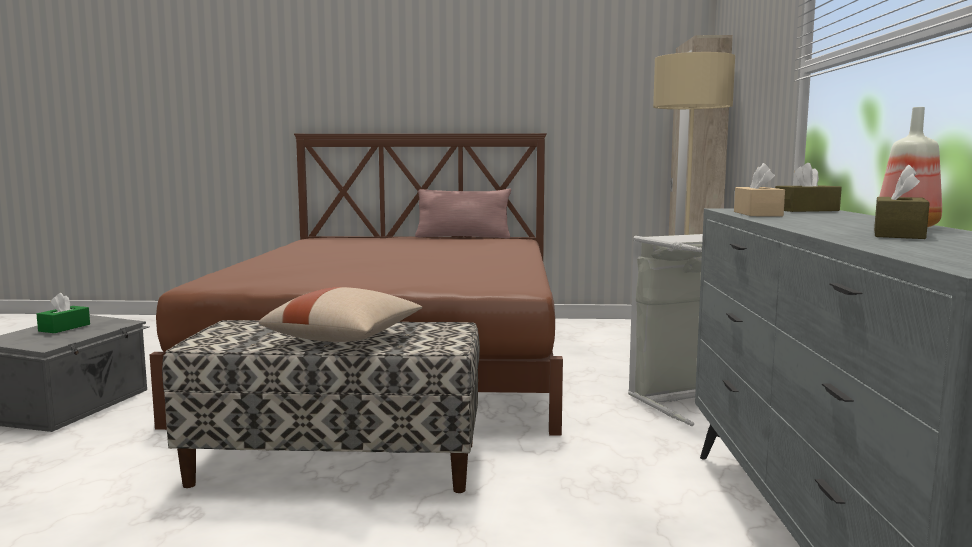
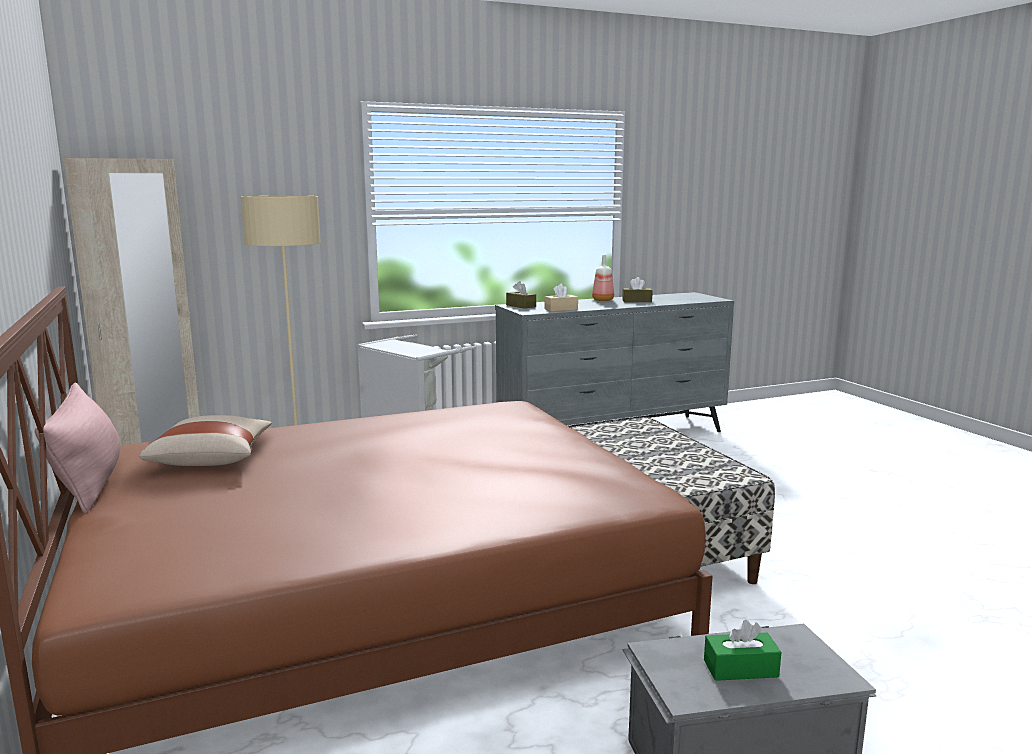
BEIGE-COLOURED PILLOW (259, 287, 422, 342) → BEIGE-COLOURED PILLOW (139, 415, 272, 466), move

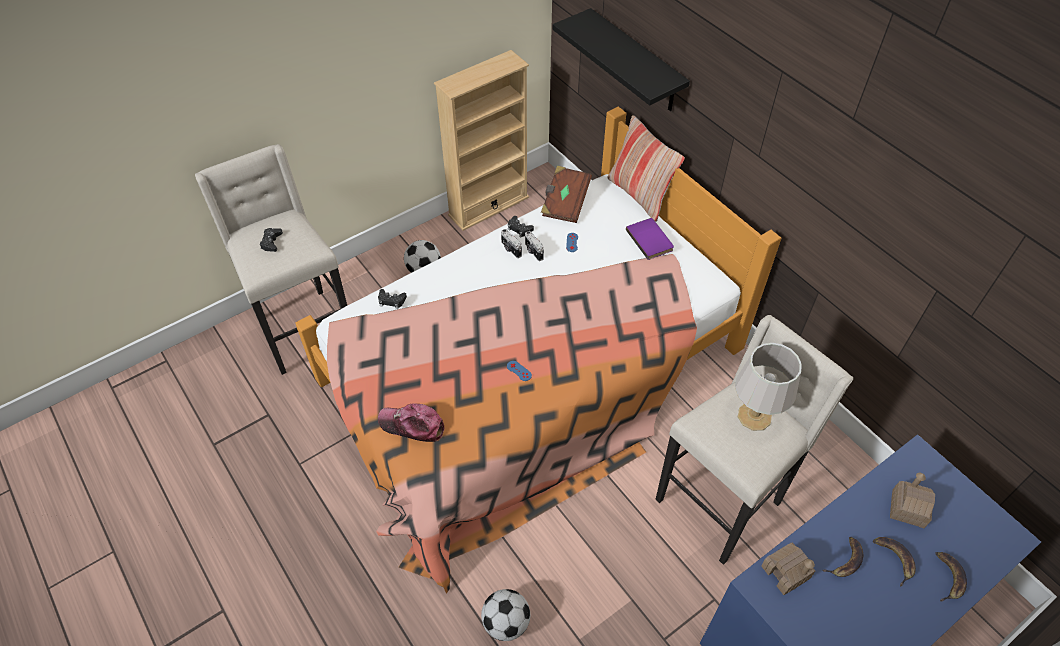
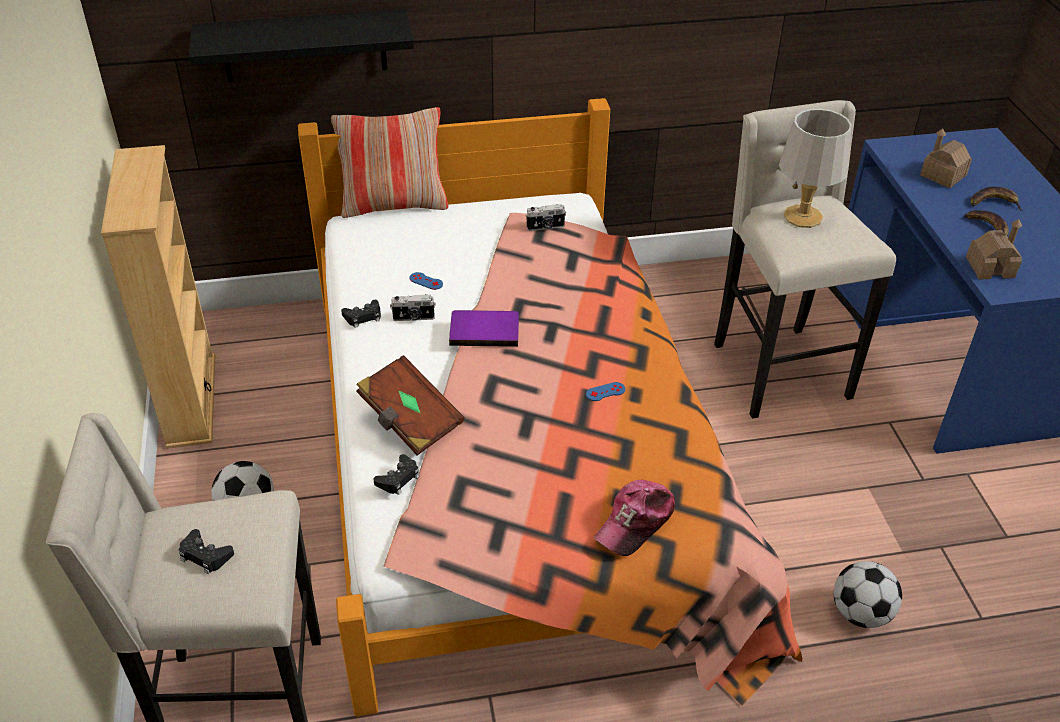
BROWN-COLOURED BOUND BOOK (541, 166, 592, 223) → BROWN-COLOURED BOUND BOOK (356, 355, 465, 455), move
PURPLISH BOUND BOOK (626, 218, 674, 260) → PURPLISH BOUND BOOK (449, 310, 519, 347), move
STILL CAMERA (501, 229, 522, 258) → STILL CAMERA (526, 204, 566, 231), move
BANANA (935, 552, 967, 601) → -

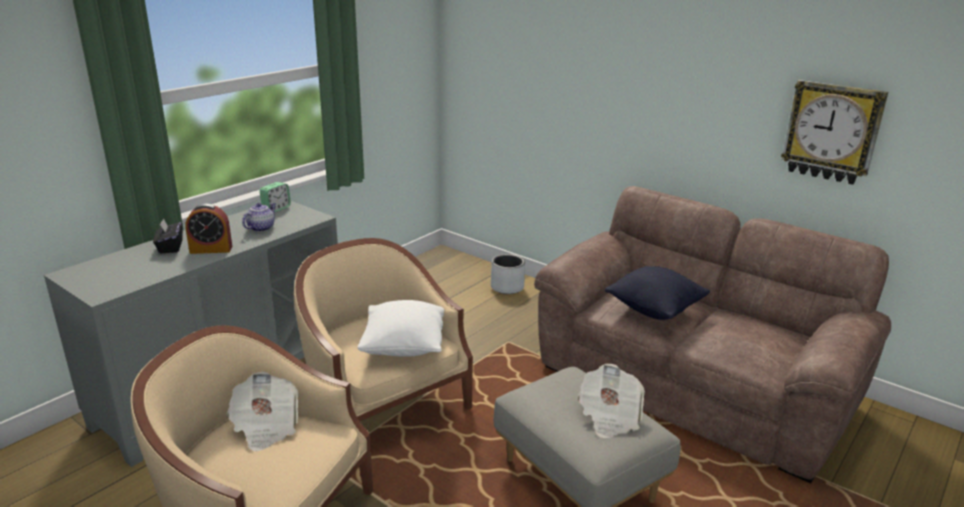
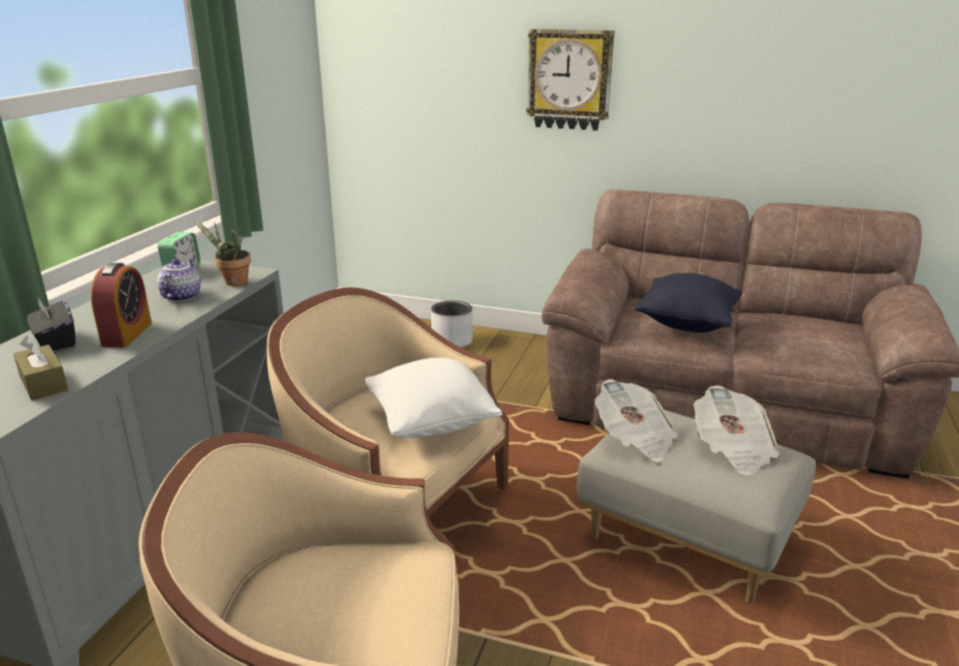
HANGING CLOCK (781, 80, 888, 185) → HANGING CLOCK (526, 29, 614, 131), move
TABLE CLOCK (185, 204, 232, 254) → TABLE CLOCK (91, 263, 152, 347), 60 degrees counterclockwise
PRINTED PAPER (227, 372, 299, 452) → PRINTED PAPER (595, 379, 678, 462), move
- → HOUSEPLANT (193, 218, 251, 286)
- → BROWN-COLOURED TISSUE BOX (13, 336, 68, 400)

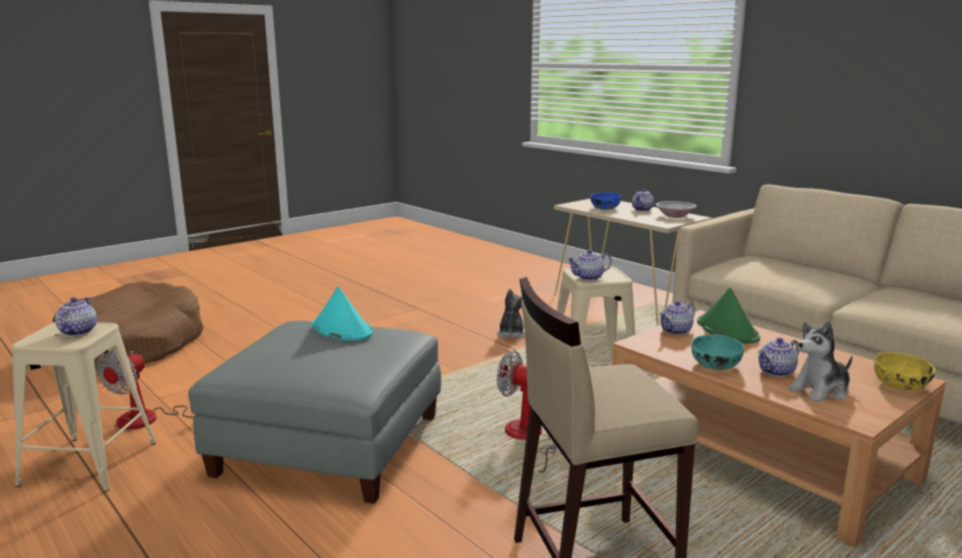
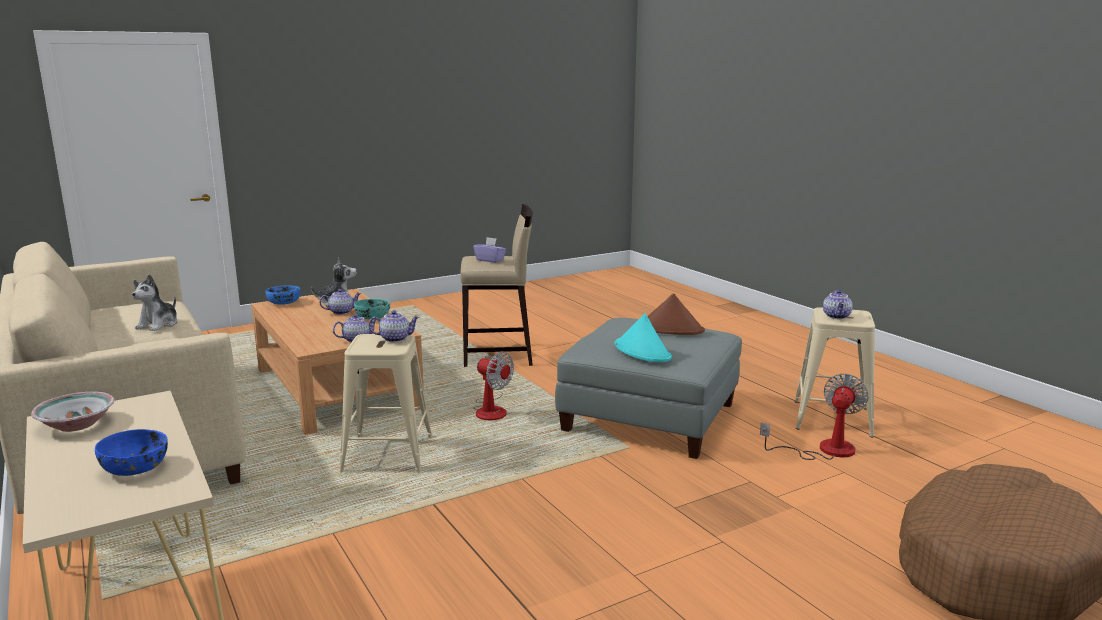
POT FOR TEA (632, 189, 654, 211) → -
GREENISH CLOTHING HAT (697, 288, 760, 344) → -
SOFT TOY (497, 289, 525, 339) → SOFT TOY (132, 274, 178, 331), move
YELLOW SERVING BOWL (874, 352, 935, 391) → BLUISH SERVING BOWL (265, 285, 300, 305)
- → PURPLISH TISSUE BOX (473, 237, 506, 263)
- → BROWN-COLOURED CLOTHING HAT (647, 293, 705, 335)

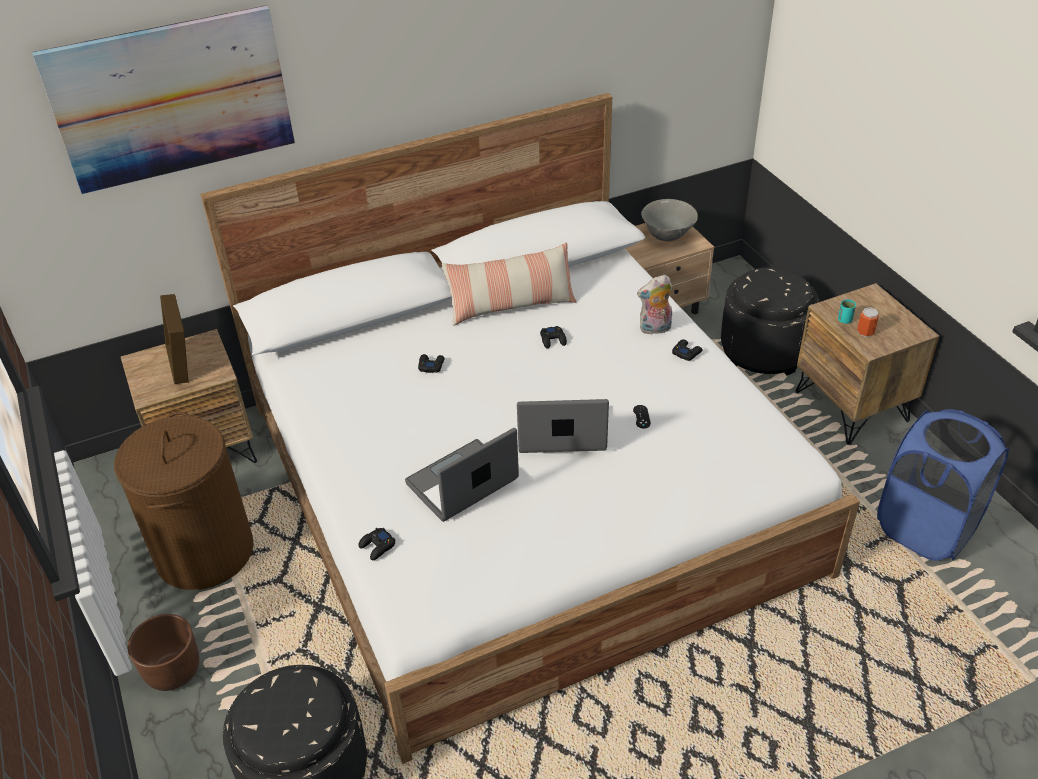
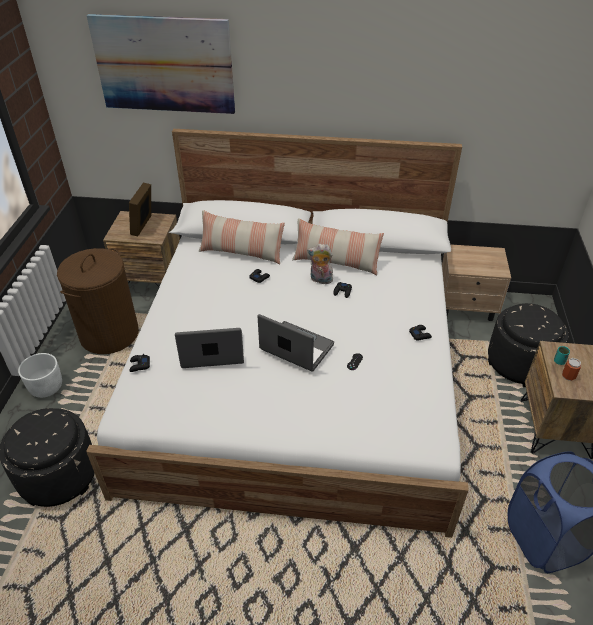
GREY SERVING BOWL (641, 199, 698, 241) → -
SOFT TOY (637, 275, 672, 335) → SOFT TOY (307, 244, 333, 284), move
BROWN-COLOURED PLANT POT (127, 614, 199, 691) → WHITE-COLOURED PLANT POT (18, 353, 62, 398)
- → PILLOW (199, 210, 285, 264)

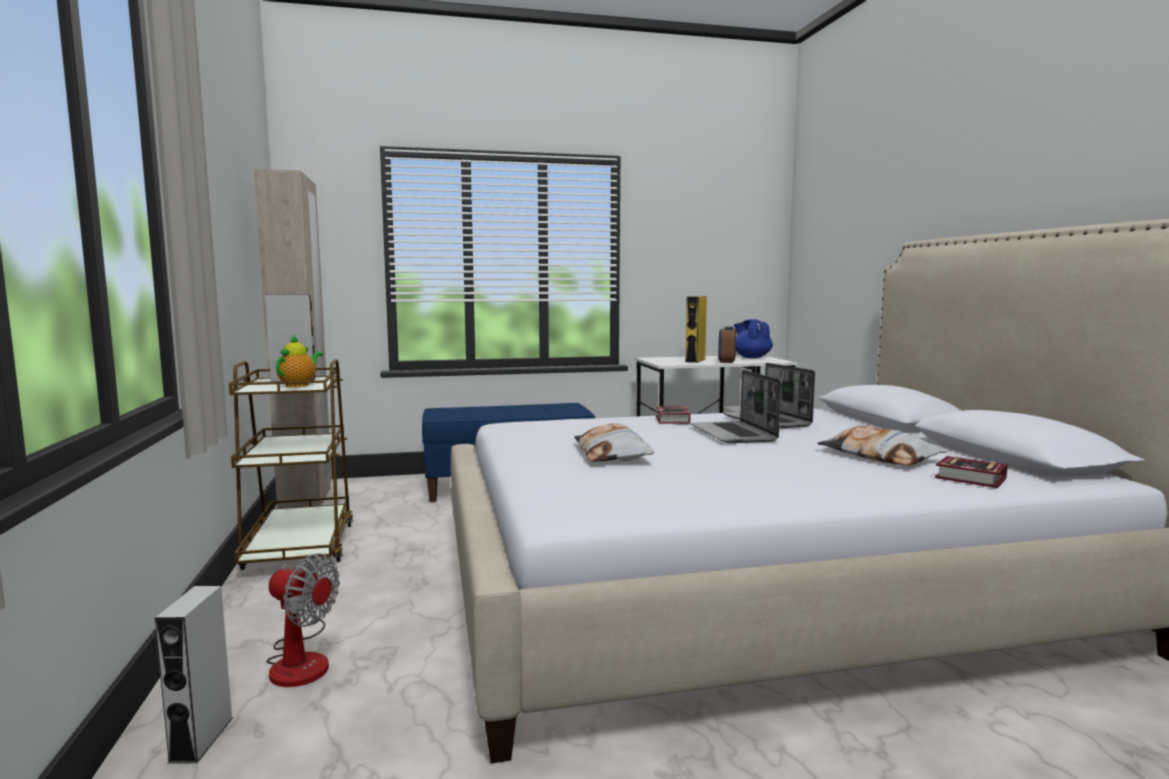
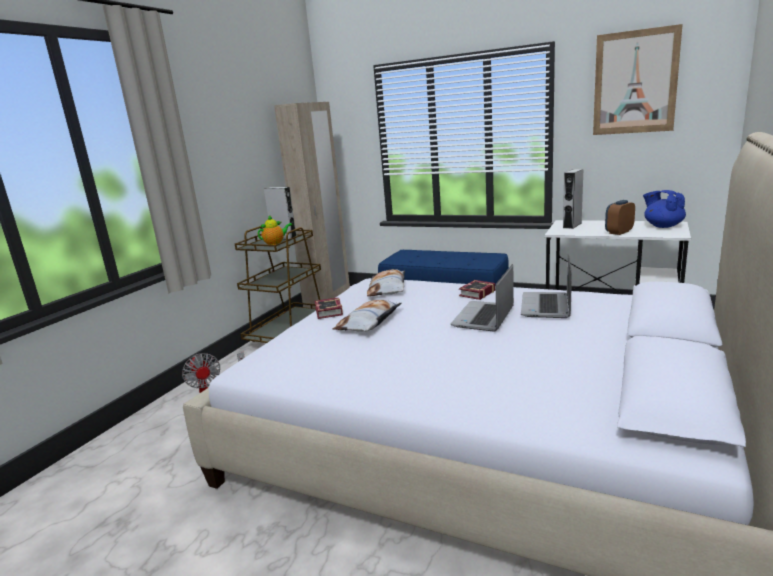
YELLOW LOUDSPEAKER (685, 296, 707, 363) → -
BLUISH POT FOR TEA (734, 319, 773, 358) → BLUISH POT FOR TEA (643, 190, 686, 228), 45 degrees counterclockwise
PILLOW (817, 426, 948, 466) → PILLOW (367, 269, 405, 296), move
BOUND BOOK (935, 456, 1008, 488) → BOUND BOOK (315, 298, 343, 319), move
GREY LOUDSPEAKER (155, 586, 233, 764) → GREY LOUDSPEAKER (563, 169, 583, 229), move
- → WALL ART (593, 24, 683, 135)

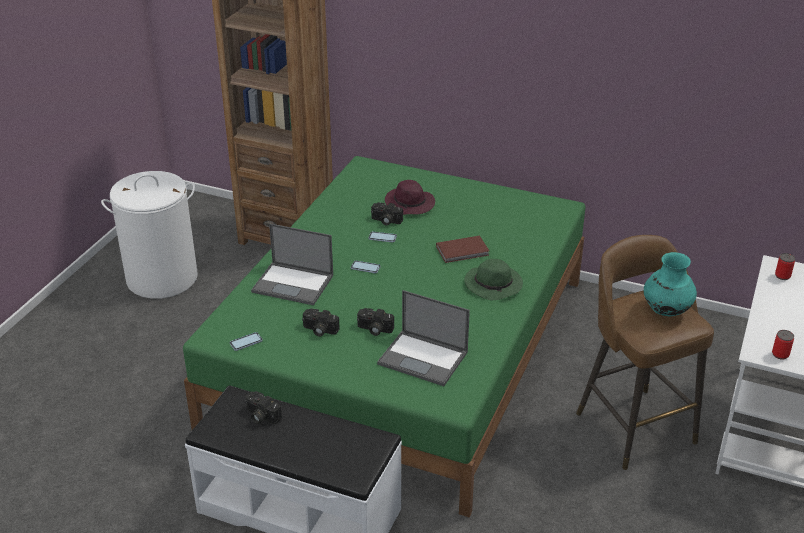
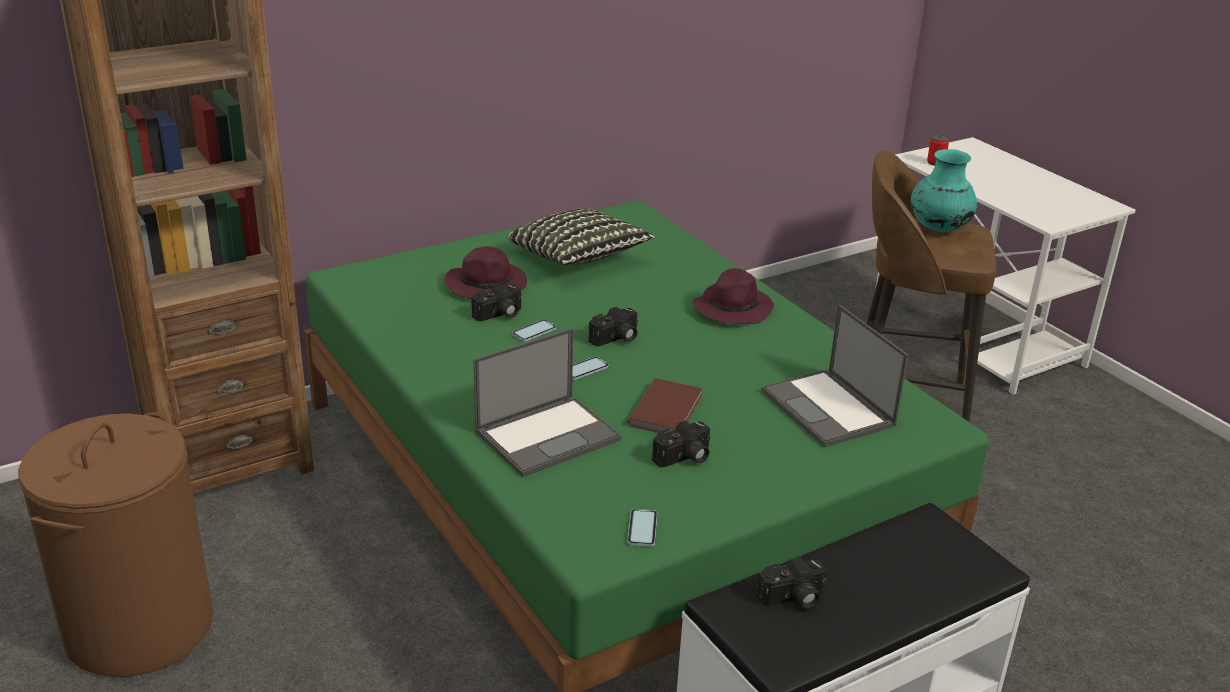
WHITE-COLOURED HAMPER (101, 171, 198, 299) → BROWN-COLOURED HAMPER (18, 412, 214, 677)
BROWN-COLOURED BOUND BOOK (436, 235, 489, 263) → BROWN-COLOURED BOUND BOOK (628, 378, 702, 433), move
GREENISH CLOTHING HAT (464, 259, 523, 300) → PURPLISH CLOTHING HAT (693, 268, 774, 324)
LAPTOP (377, 290, 470, 386) → LAPTOP (761, 304, 909, 447), 90 degrees clockwise
STILL CAMERA (357, 308, 394, 336) → STILL CAMERA (588, 307, 638, 346), move
METAL CAN (772, 330, 794, 360) → -
- → PILLOW (507, 208, 655, 265)

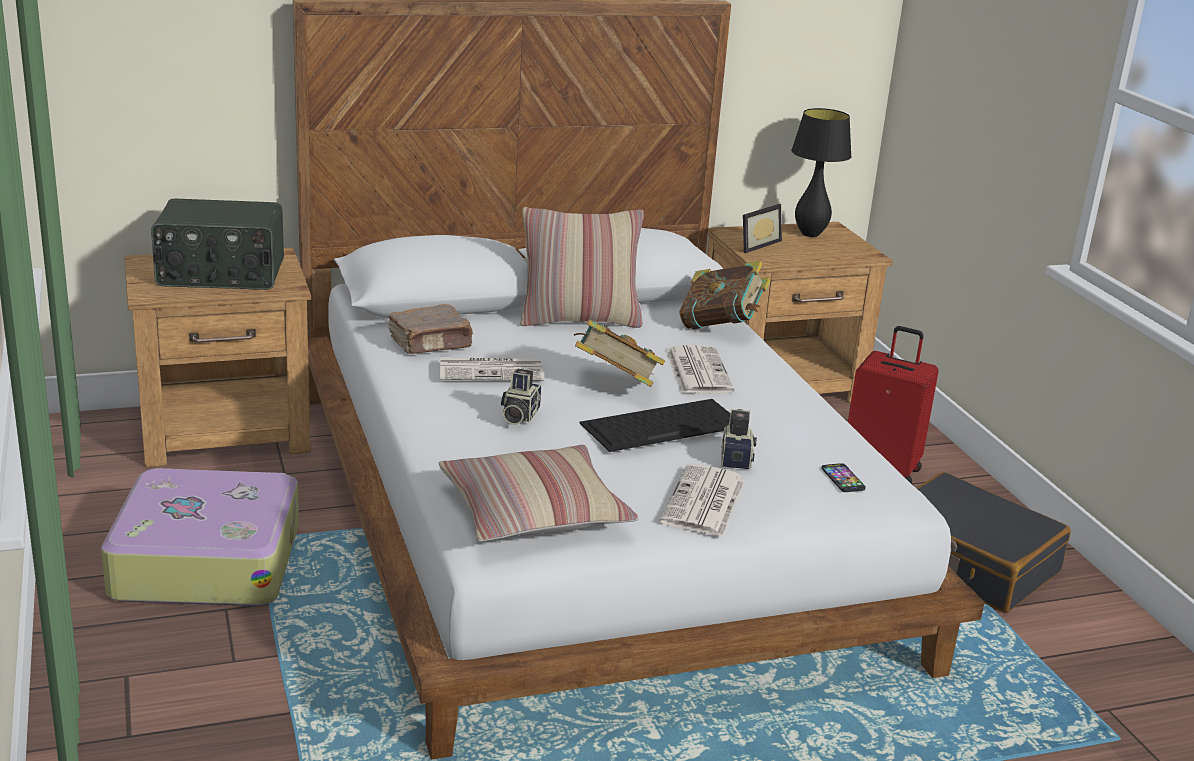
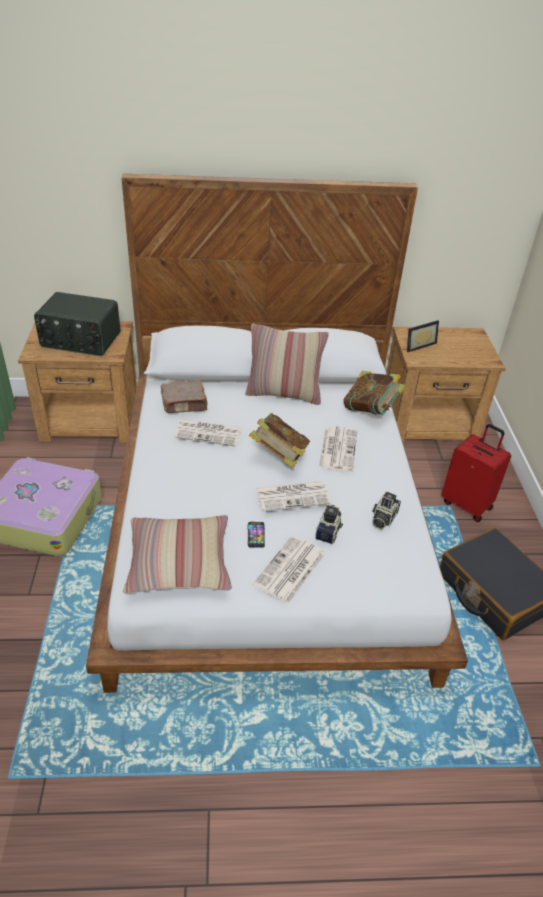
BLACK LAMP FOR A TABLE (791, 108, 852, 237) → -
STILL CAMERA (501, 369, 541, 425) → STILL CAMERA (372, 492, 401, 529), move
PC KEYBOARD (580, 399, 730, 452) → PRINTED PAPER (256, 481, 331, 512)
HANDSET (821, 463, 866, 492) → HANDSET (247, 522, 265, 548), move

